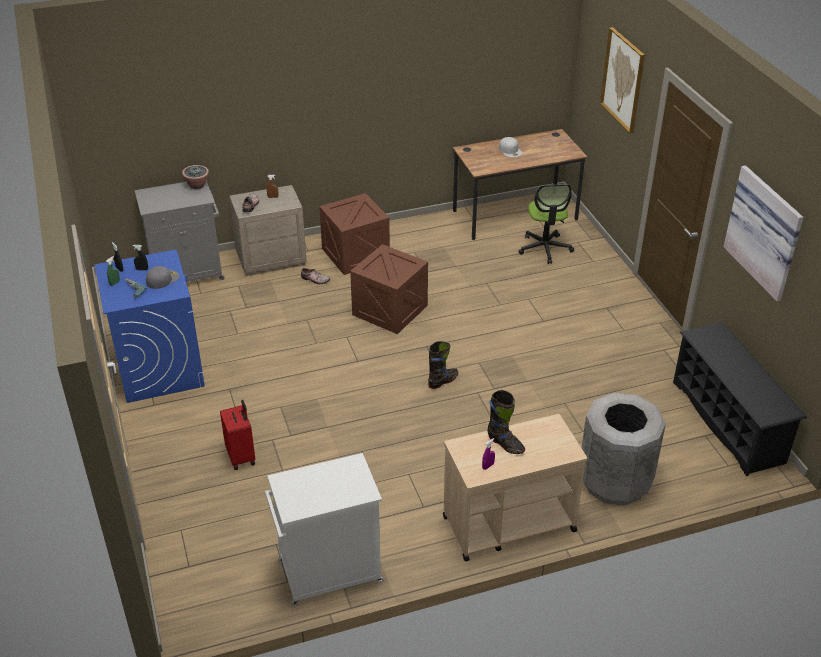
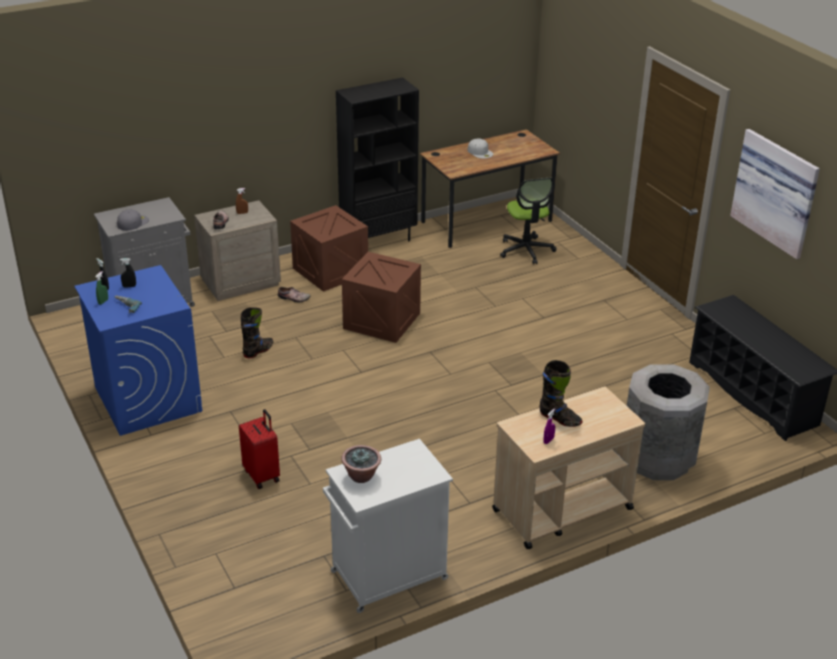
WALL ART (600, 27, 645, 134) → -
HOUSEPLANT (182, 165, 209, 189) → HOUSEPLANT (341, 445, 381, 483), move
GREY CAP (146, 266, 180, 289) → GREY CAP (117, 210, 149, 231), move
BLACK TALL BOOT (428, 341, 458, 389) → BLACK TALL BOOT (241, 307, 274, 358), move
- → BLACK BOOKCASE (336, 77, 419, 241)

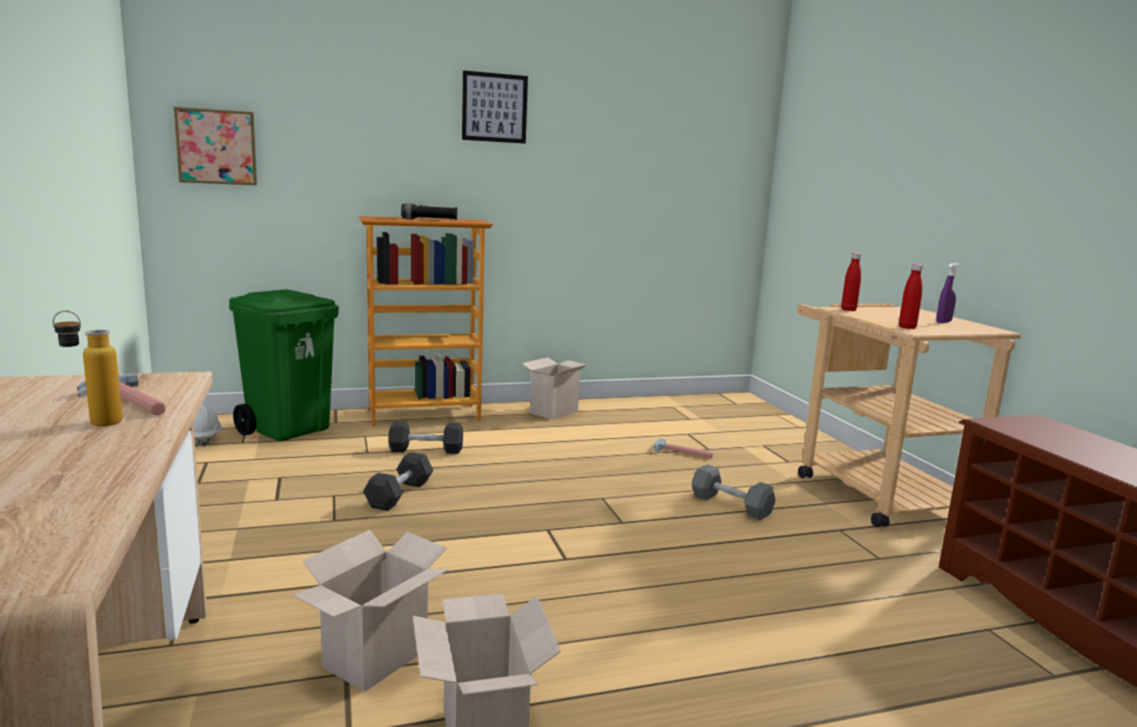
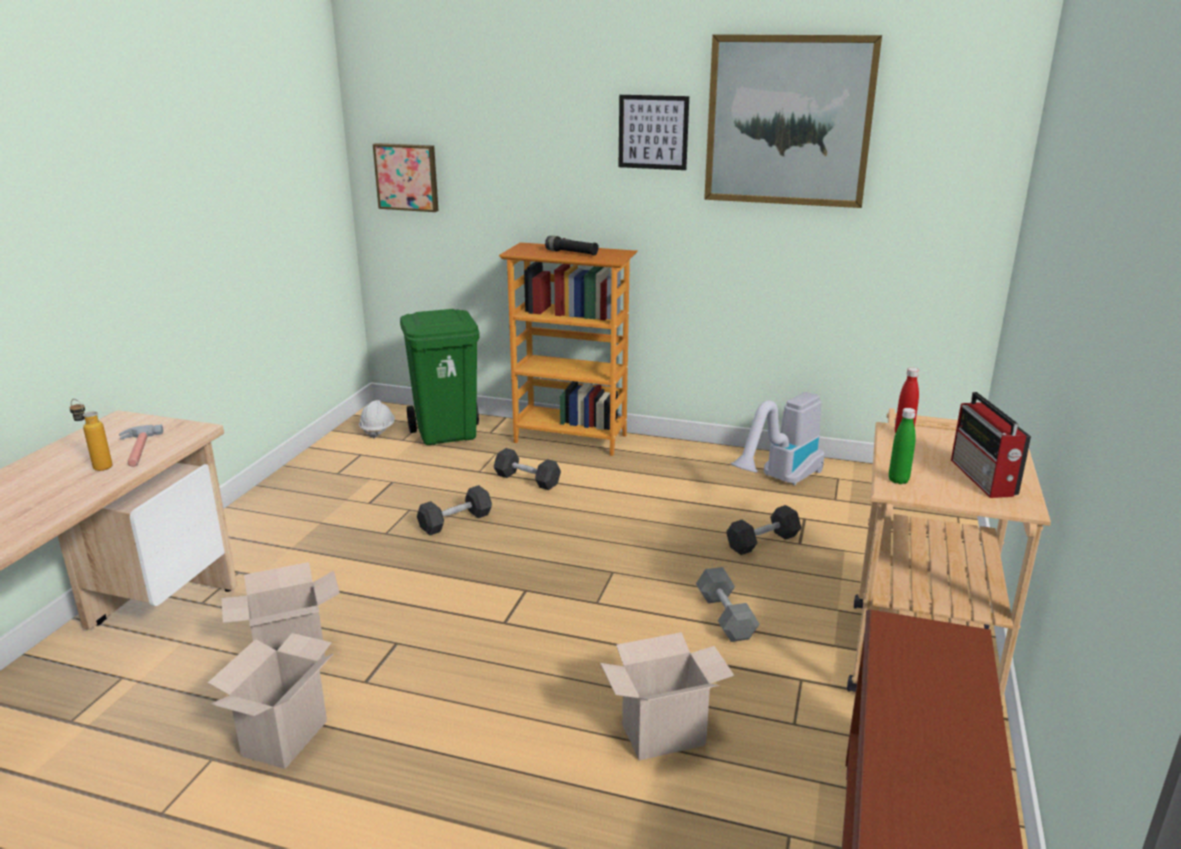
PURPLISH SPRAYER (936, 263, 959, 323) → RADIO SET (951, 392, 1031, 498)
RED-COLOURED DRINK BOTTLE (899, 264, 923, 329) → GREENISH DRINK BOTTLE (889, 408, 916, 484)
PACKING BOX (522, 357, 589, 420) → PACKING BOX (600, 632, 734, 760), move
TOOL HAMMER (654, 438, 713, 458) → BLACK DUMBBELL (726, 505, 802, 555)
- → WALL ART (704, 34, 882, 208)
- → VACUUM (731, 392, 825, 486)

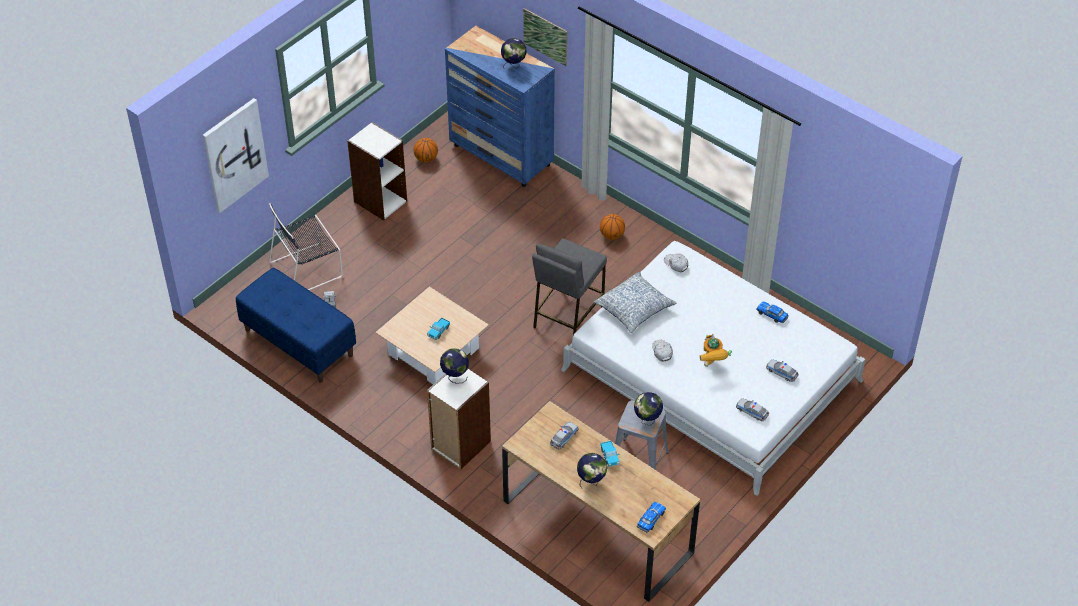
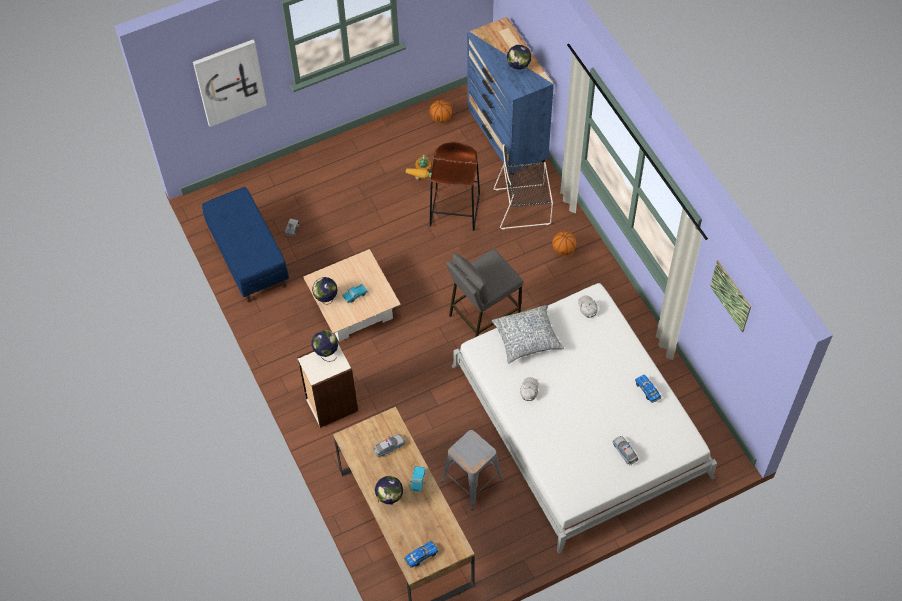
WALL ART (523, 8, 567, 66) → WALL ART (710, 260, 751, 332), move
BOOKCASE (347, 122, 407, 220) → -
BLACK UPRIGHT CHAIR (269, 203, 343, 290) → BLACK UPRIGHT CHAIR (494, 144, 553, 230), move
TOY ROBOT (700, 334, 732, 367) → TOY ROBOT (406, 154, 432, 180), move
DESK GLOBE (634, 392, 663, 426) → DESK GLOBE (312, 277, 338, 305), move
TOY CAR (736, 398, 769, 421) → -
- → BROWN-COLOURED STOOL (430, 142, 480, 231)

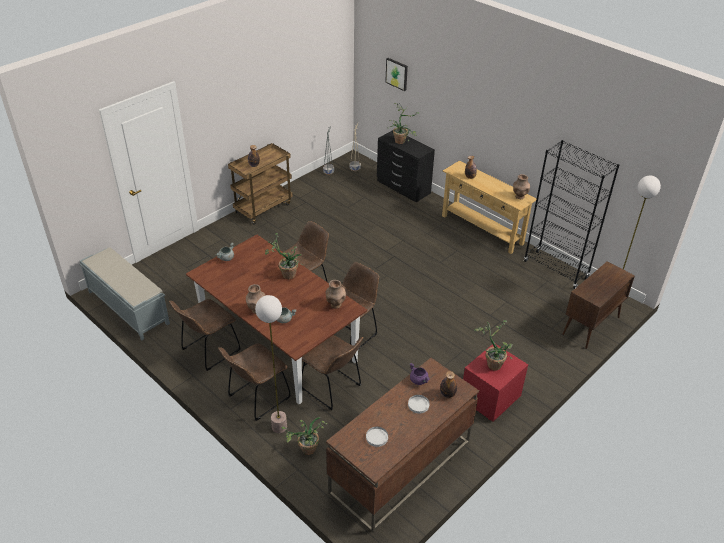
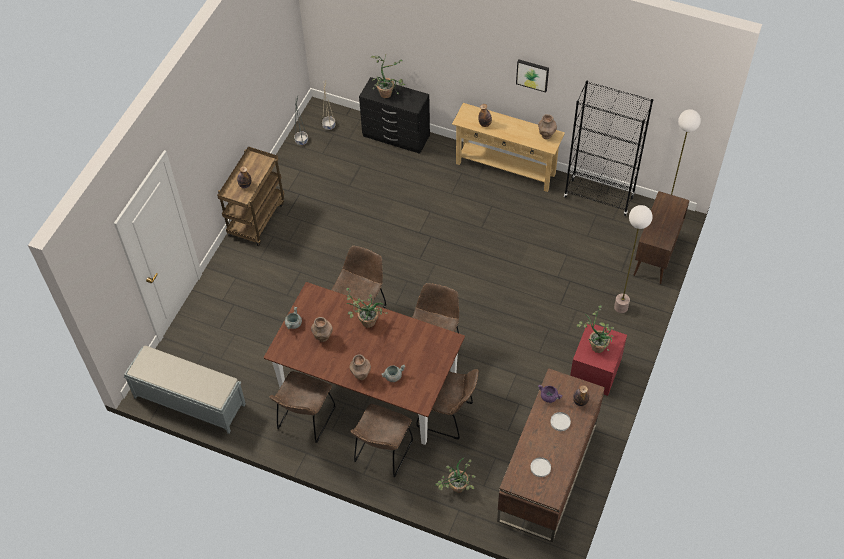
WALL ART (385, 58, 408, 91) → WALL ART (516, 59, 549, 93), move
BROWN-COLOURED VASE (326, 280, 346, 309) → BROWN-COLOURED VASE (311, 317, 333, 342), move
FLOOR LAMP (255, 295, 287, 433) → FLOOR LAMP (614, 205, 652, 313), move

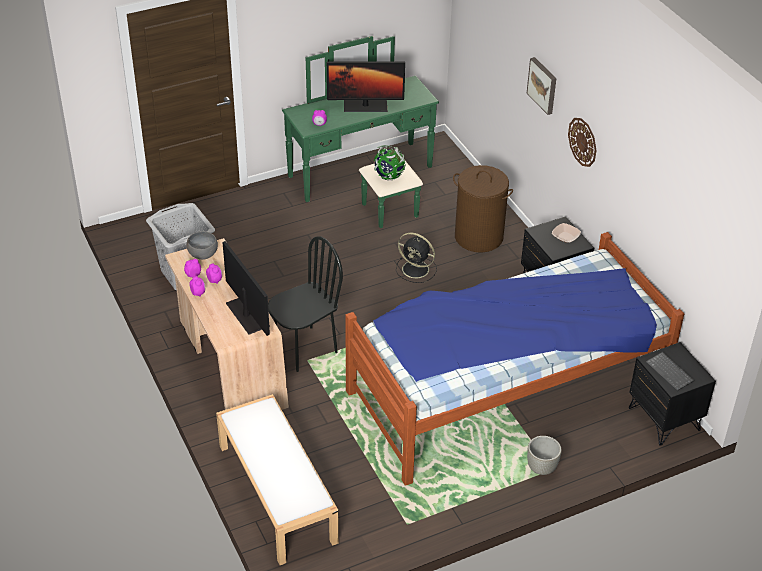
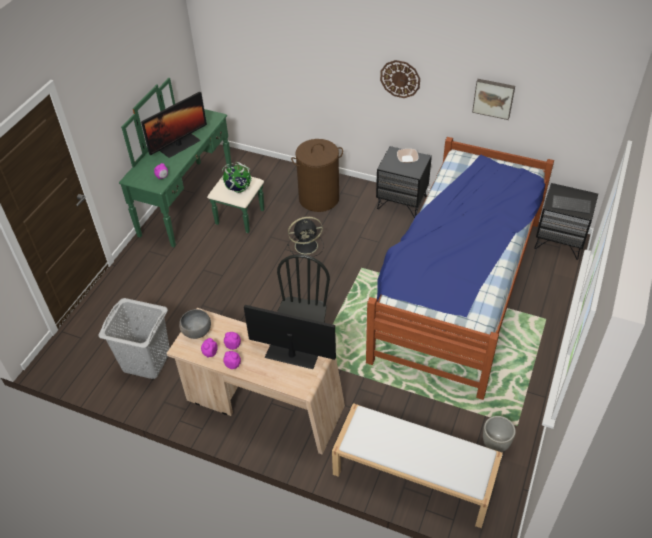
WALL ART (527, 57, 556, 115) → WALL ART (472, 79, 515, 120), move
GREY PLANT POT (527, 436, 562, 475) → GREY PLANT POT (483, 416, 516, 452), move

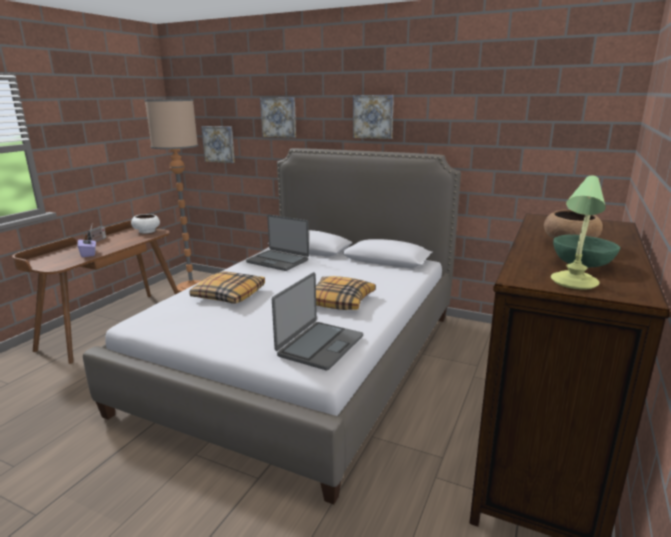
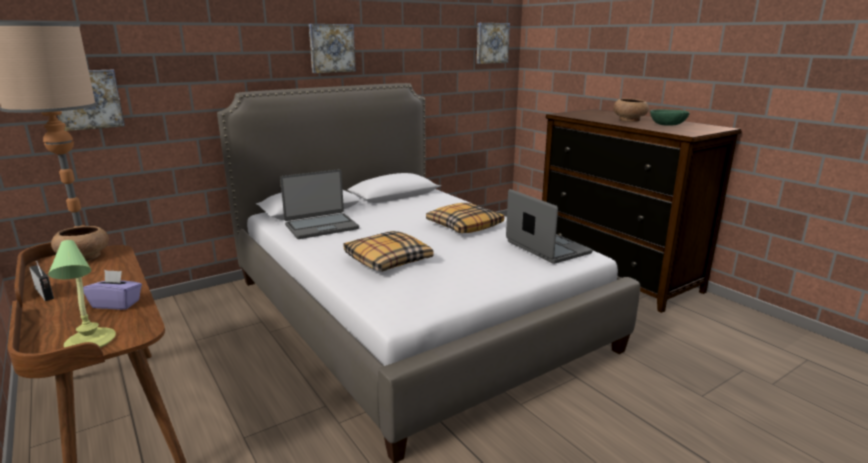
WALL ART (260, 97, 296, 138) → WALL ART (477, 23, 510, 64), move
LAMP FOR A TABLE (551, 175, 606, 290) → LAMP FOR A TABLE (48, 240, 116, 348), move
WHITE-COLOURED SERVING BOWL (131, 214, 160, 234) → BROWN-COLOURED SERVING BOWL (51, 226, 109, 261)

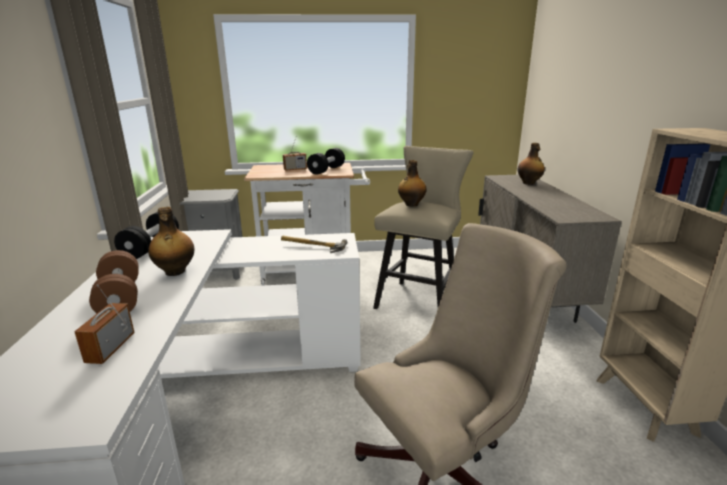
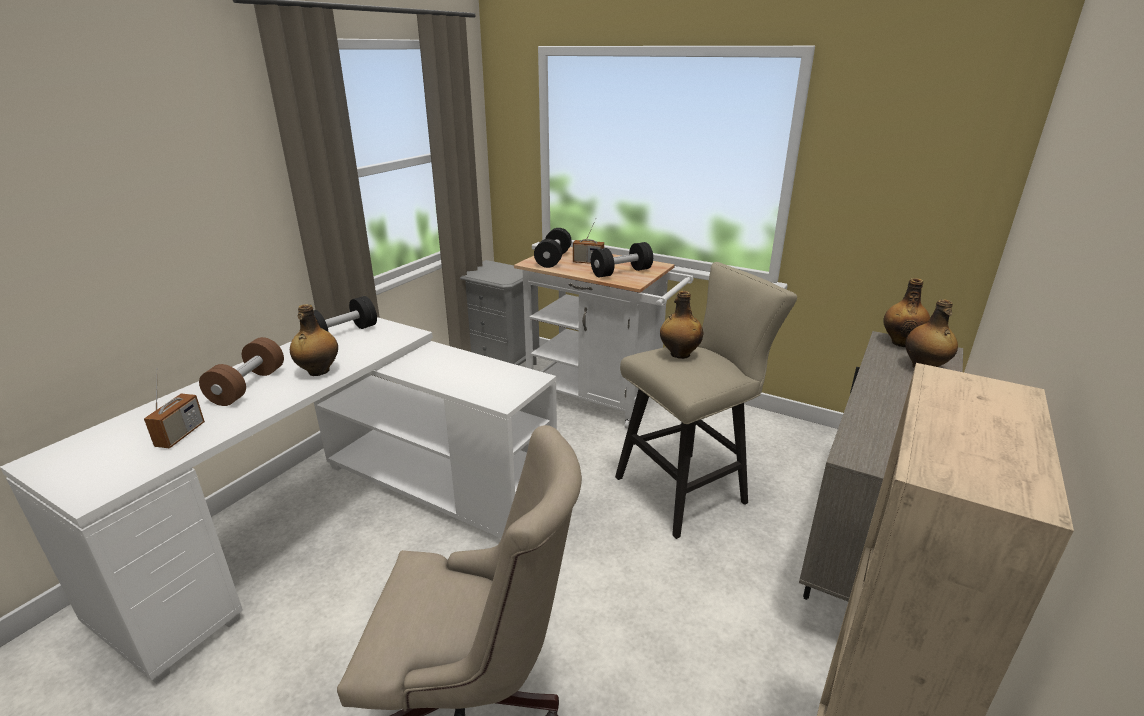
TOOL HAMMER (281, 236, 348, 253) → -
RADIO SET (74, 284, 135, 364) → RADIO SET (144, 368, 205, 448), 150 degrees clockwise
- → BLACK DUMBBELL (534, 228, 572, 268)
- → DRINK BOTTLE (883, 278, 930, 347)

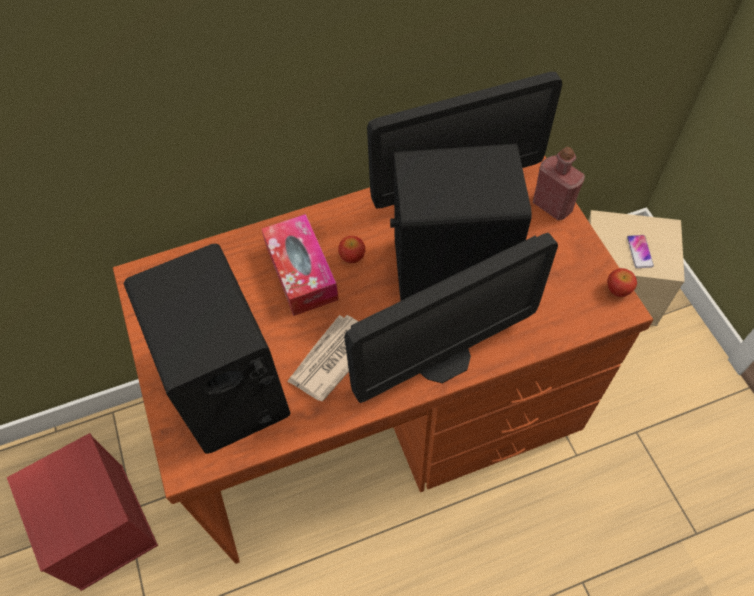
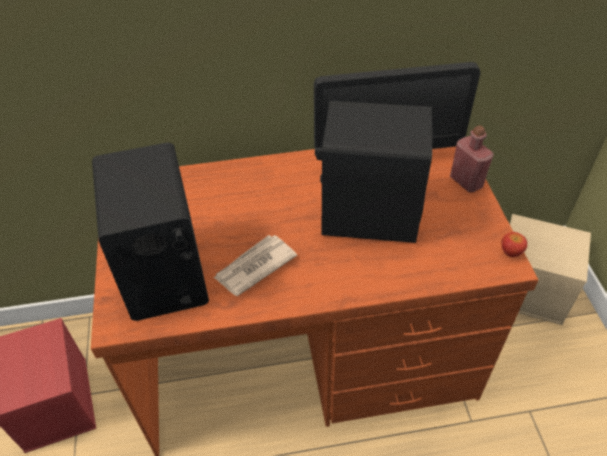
TISSUE BOX (262, 214, 339, 316) → -
COMPUTER DISPLAY (344, 233, 558, 403) → -
HANDSET (627, 235, 654, 268) → -
WHOLE APPLE (338, 236, 366, 263) → -

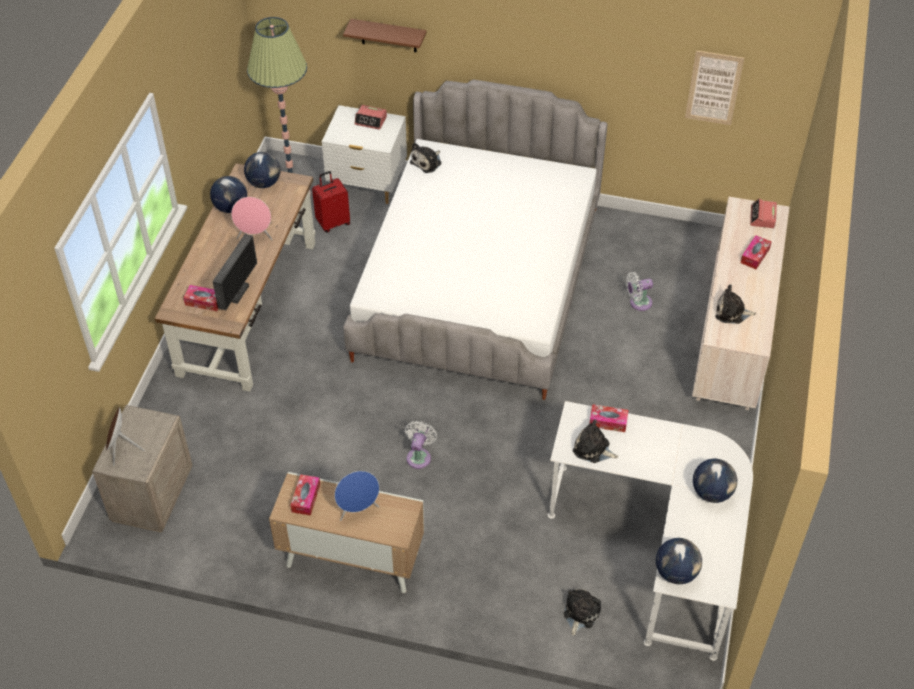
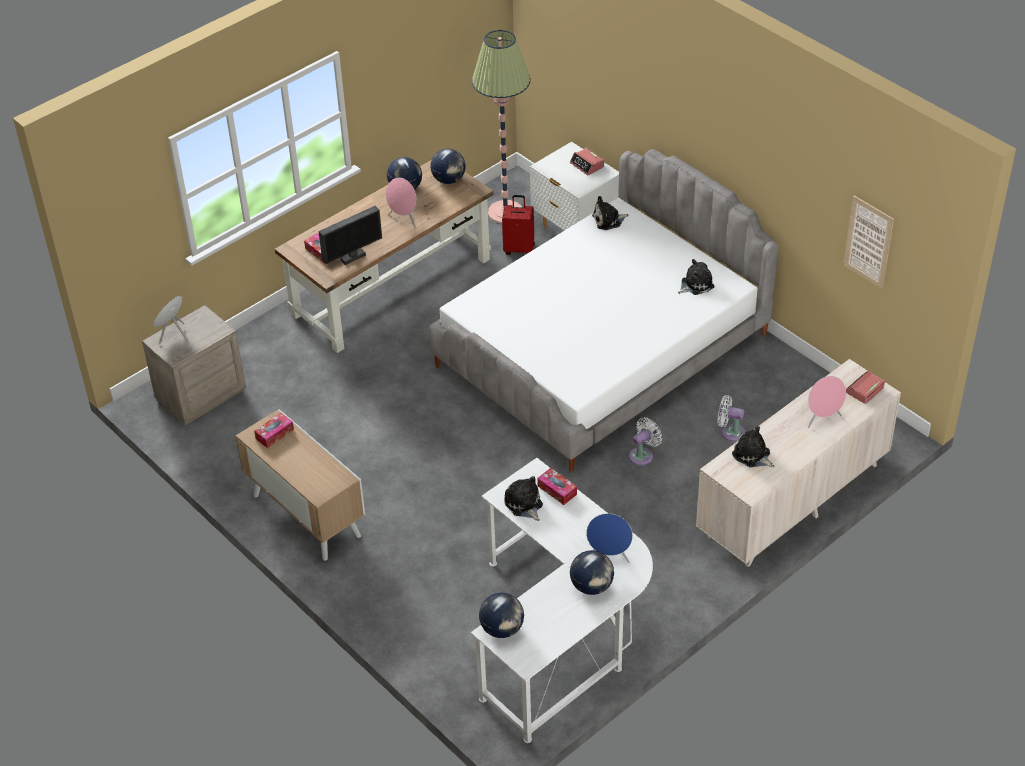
BROWN-COLOURED WALL SHELF (343, 19, 426, 52) → -
TISSUE BOX (741, 235, 771, 269) → PINK-COLOURED LOUDSPEAKER (808, 376, 846, 428)
WHITE-COLOURED COOLING FAN (405, 421, 437, 469) → WHITE-COLOURED COOLING FAN (629, 417, 662, 466), move
BLUISH LOUDSPEAKER (334, 471, 379, 521) → BLUISH LOUDSPEAKER (586, 513, 633, 563), move
SOFT TOY (563, 589, 601, 636) → SOFT TOY (678, 259, 715, 295), move

